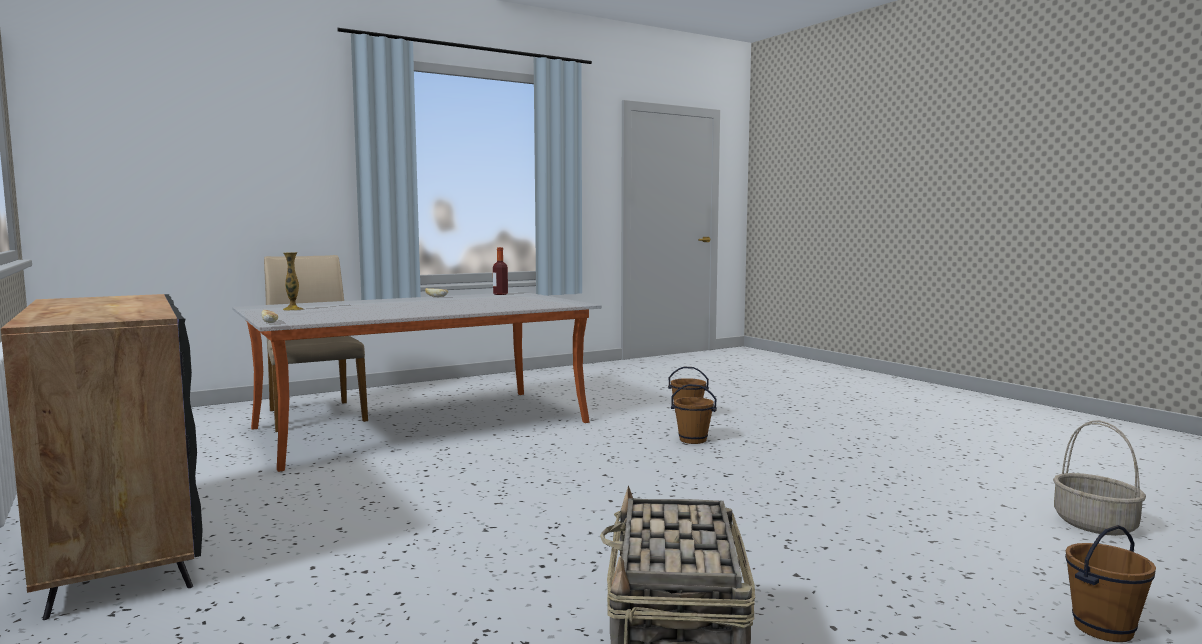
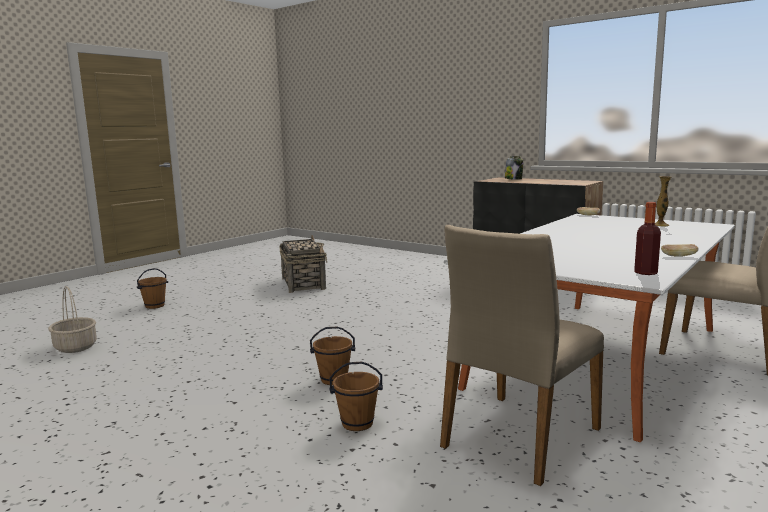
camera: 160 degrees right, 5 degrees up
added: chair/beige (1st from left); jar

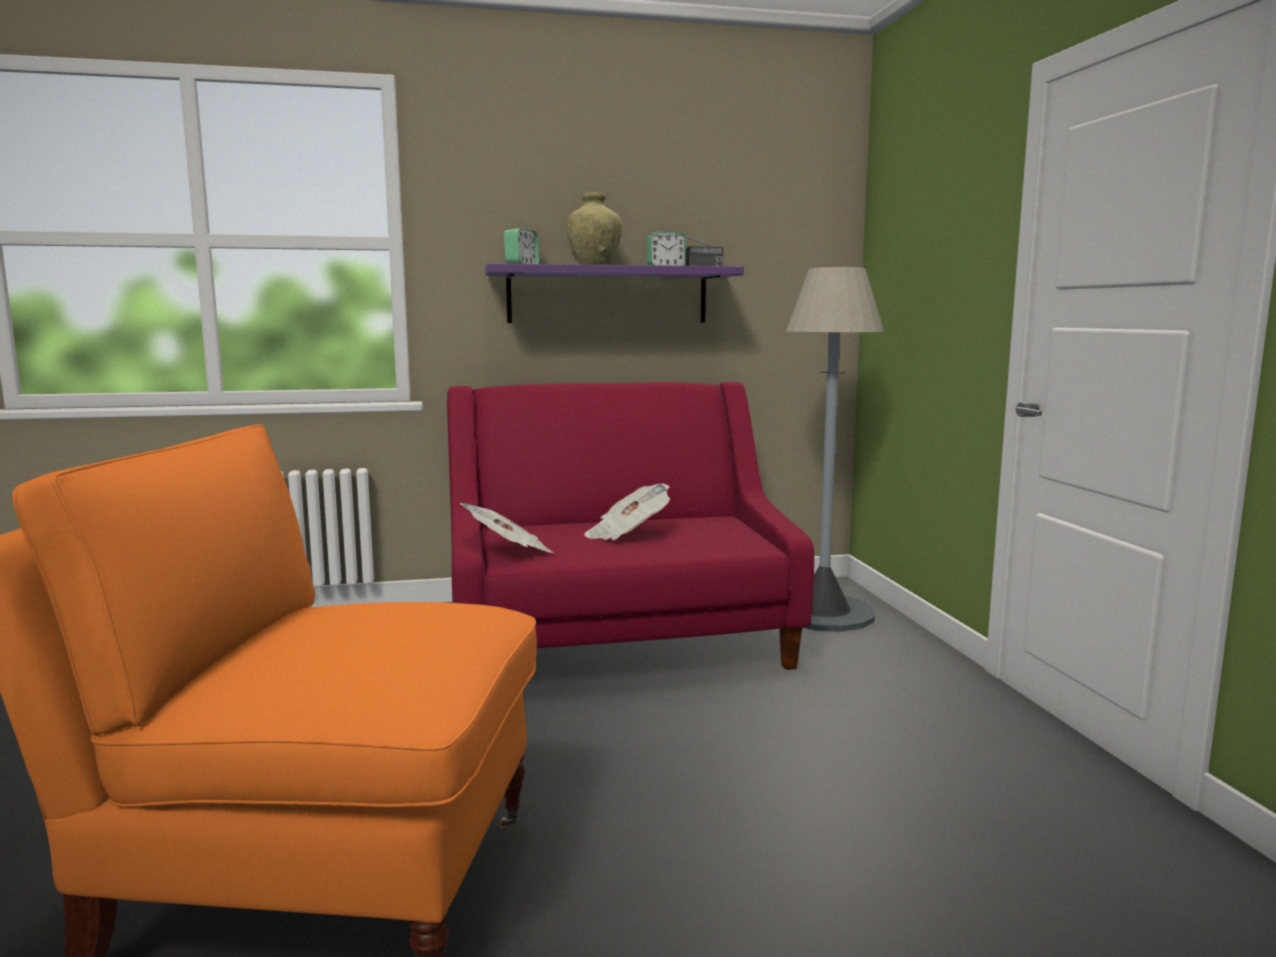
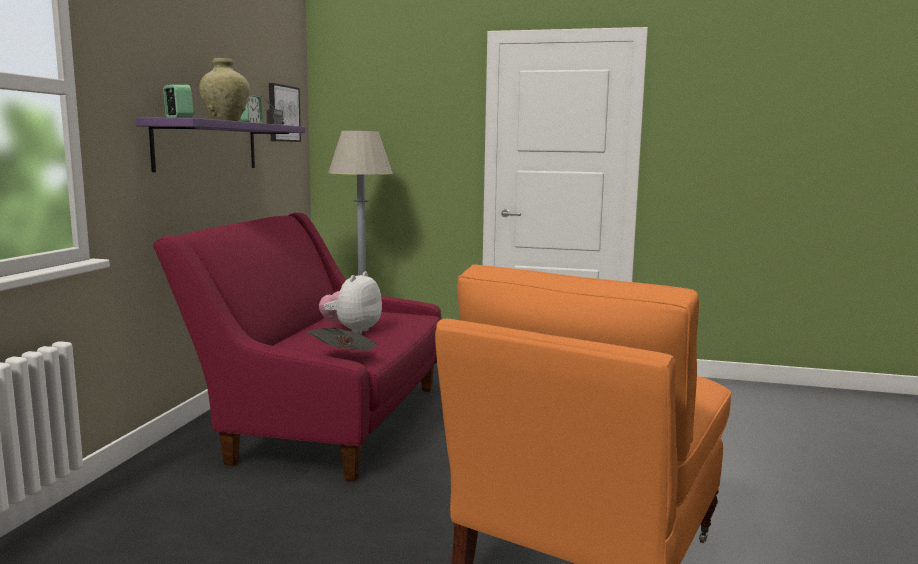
camera: 65 degrees left, 0 degrees up
added: picture
replaced: newspaper (2nd from left) to plush toy

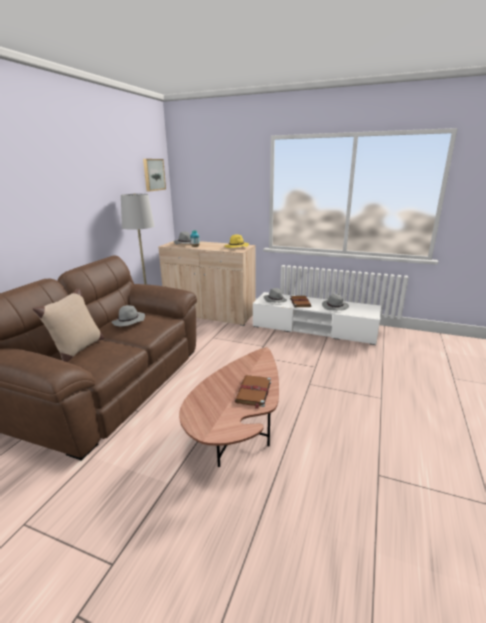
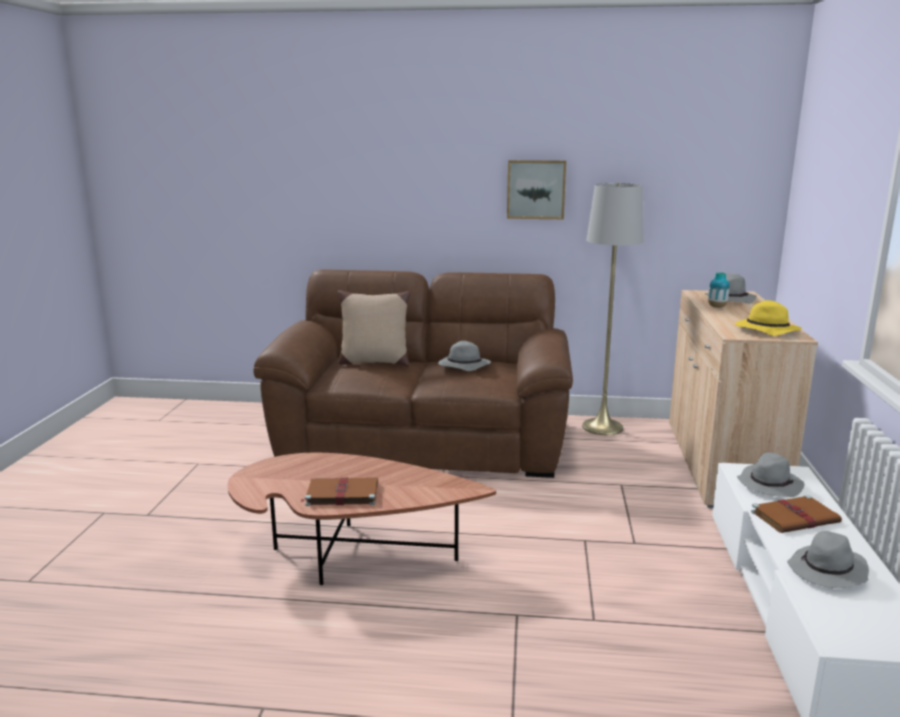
camera: 75 degrees right, 5 degrees down
moved: picture

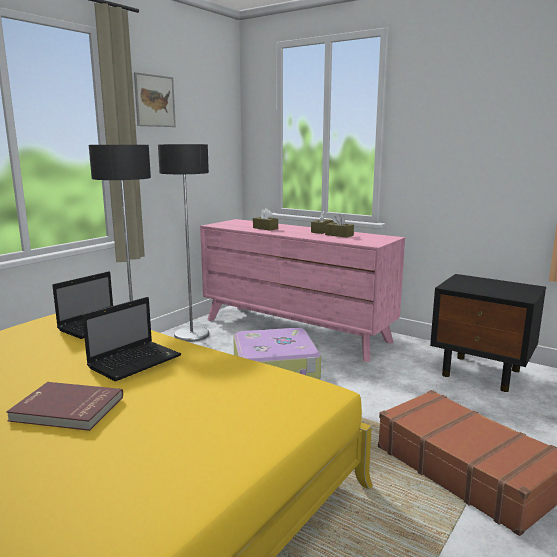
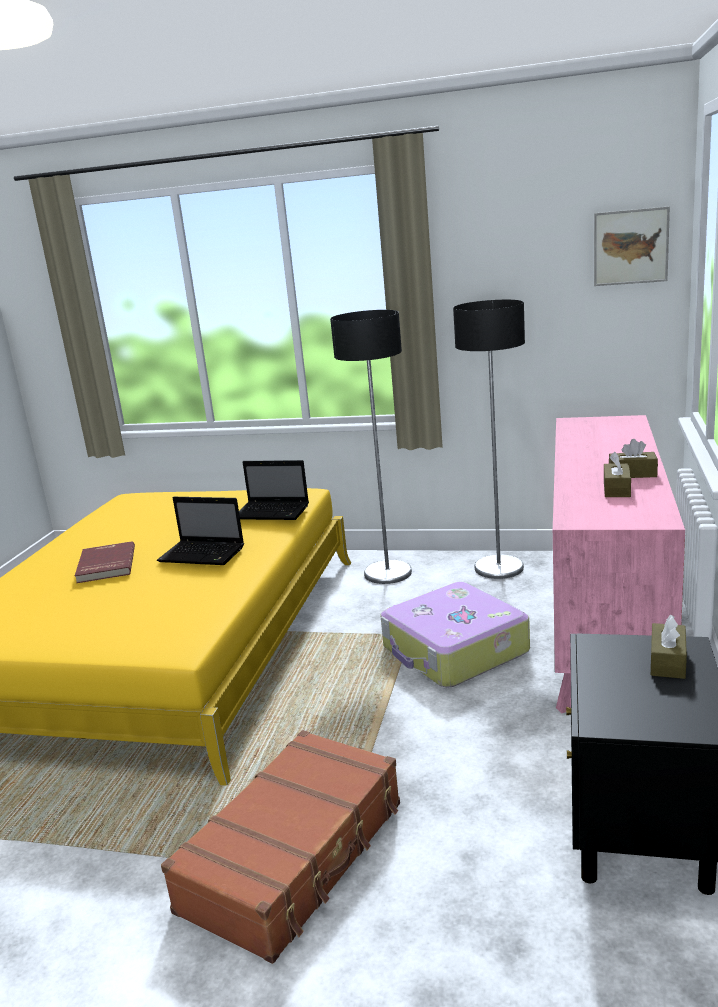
camera: 70 degrees right, 5 degrees up
moved: picture; tissue box/brown (1st from left in the first image) to tissue box/brown (3rd from left)

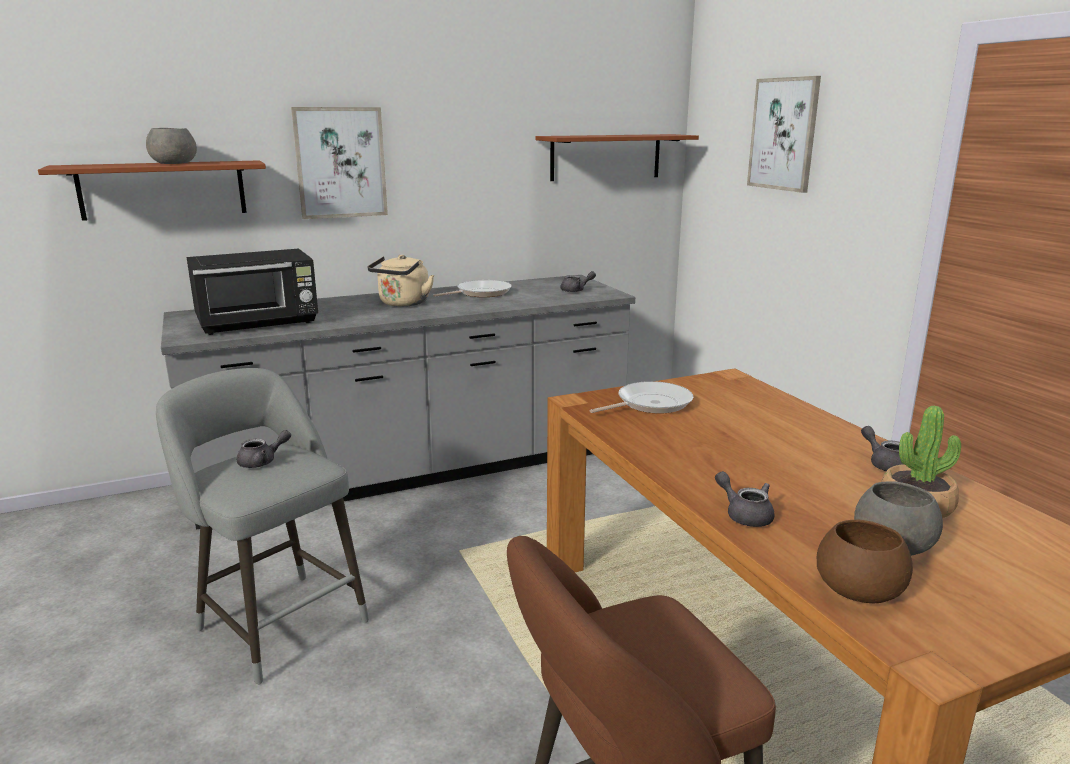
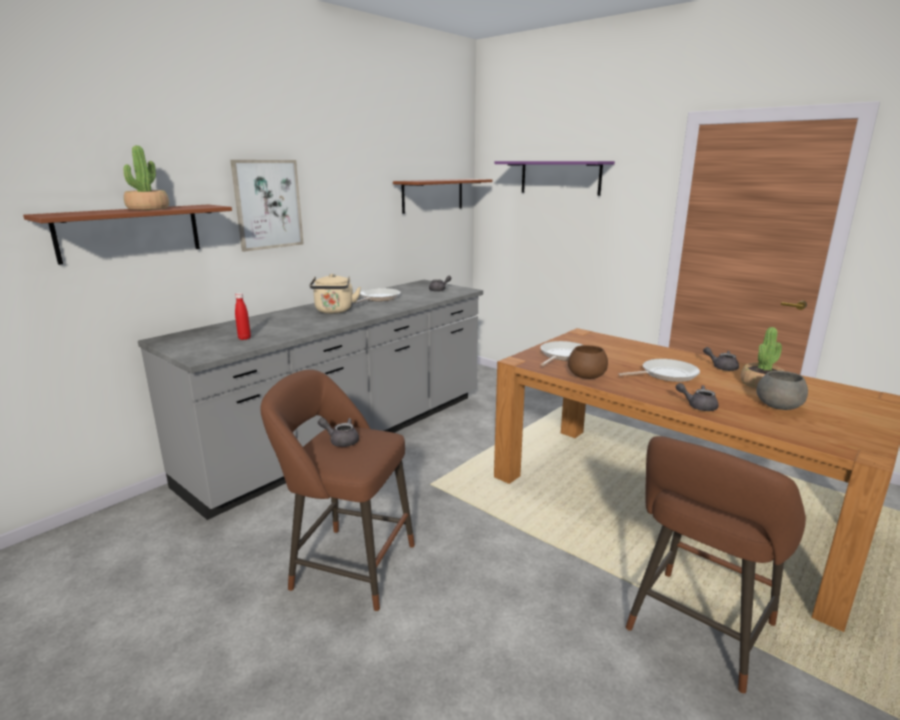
camera: 25 degrees left, 0 degrees up
added: frying pan (3rd from left)
moved: bowl/brown
replaced: bowl/grey (1st from left) to potted plant (1st from left); microwave/black to bottle/red; picture (2nd from left) to shelf/purple
recoloured: stool/grey to stool/brown (1st from left)
turned: teapot/grey (1st from left) 105 degrees counterclockwise

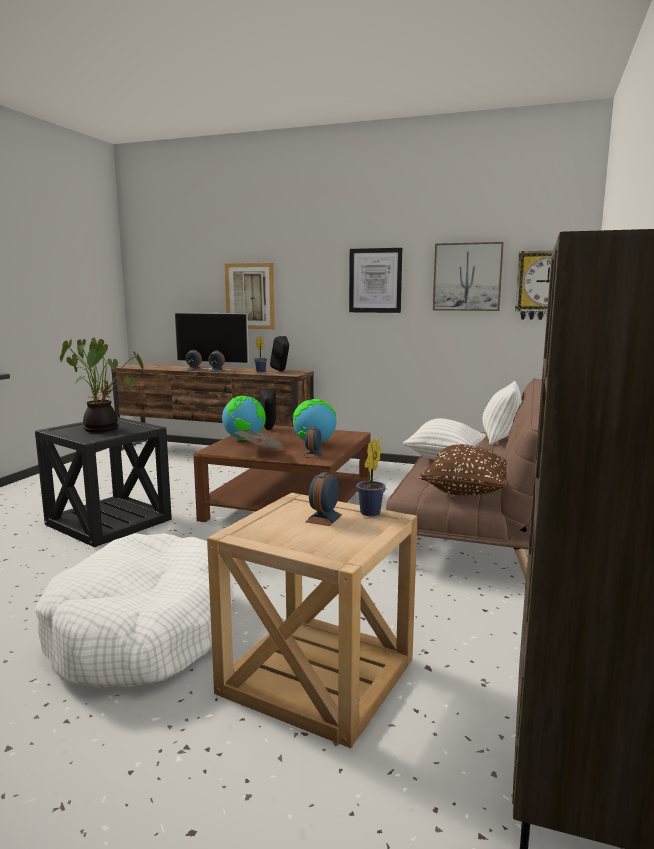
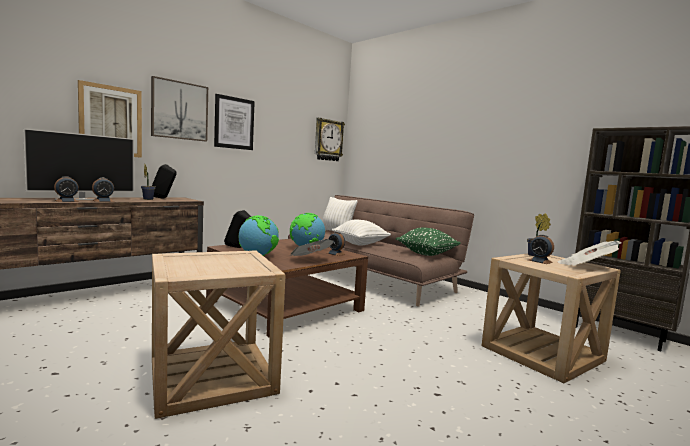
camera: 65 degrees left, 5 degrees down
removed: dog bed/white; potted plant (1st from left)
added: newspaper (2nd from left)
moved: picture (3rd from left in the first image) to picture (2nd from left)
recoloured: side table/black to side table/beige (1st from left); pillow/brown to pillow/green

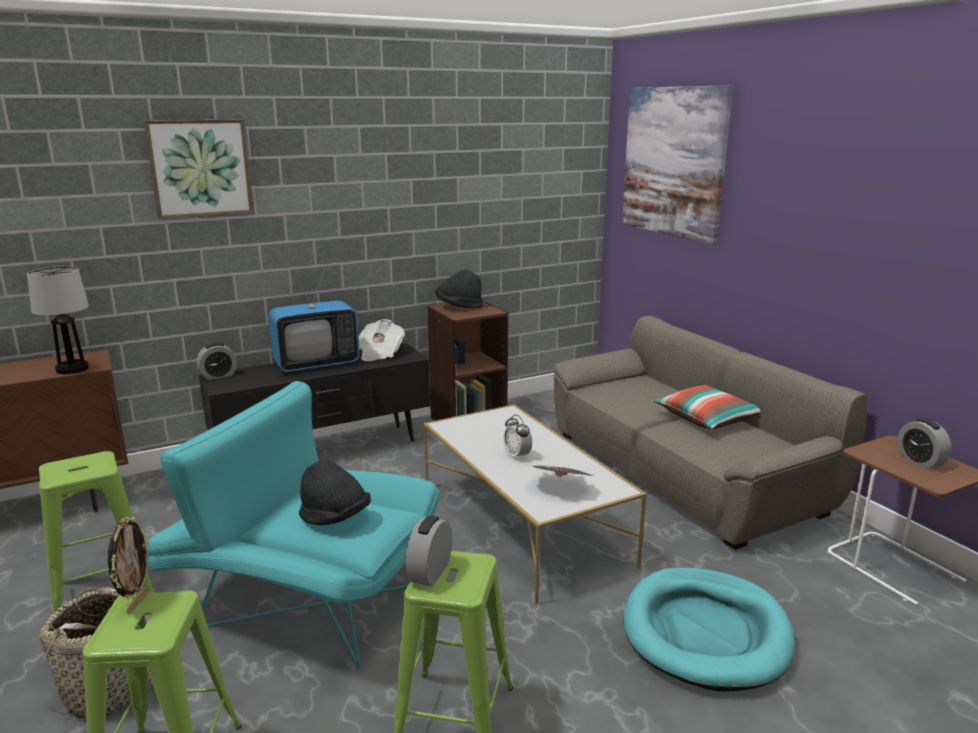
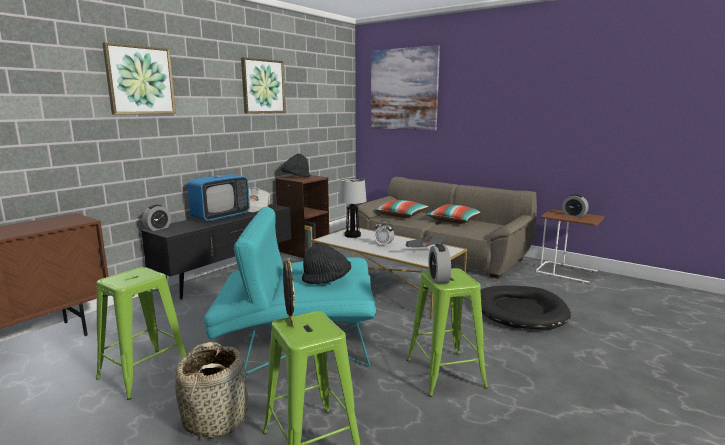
camera: 25 degrees left, 5 degrees down
added: picture (2nd from left); pillow (1st from left)
moved: table lamp
recoloured: dog bed/turquoise to dog bed/black

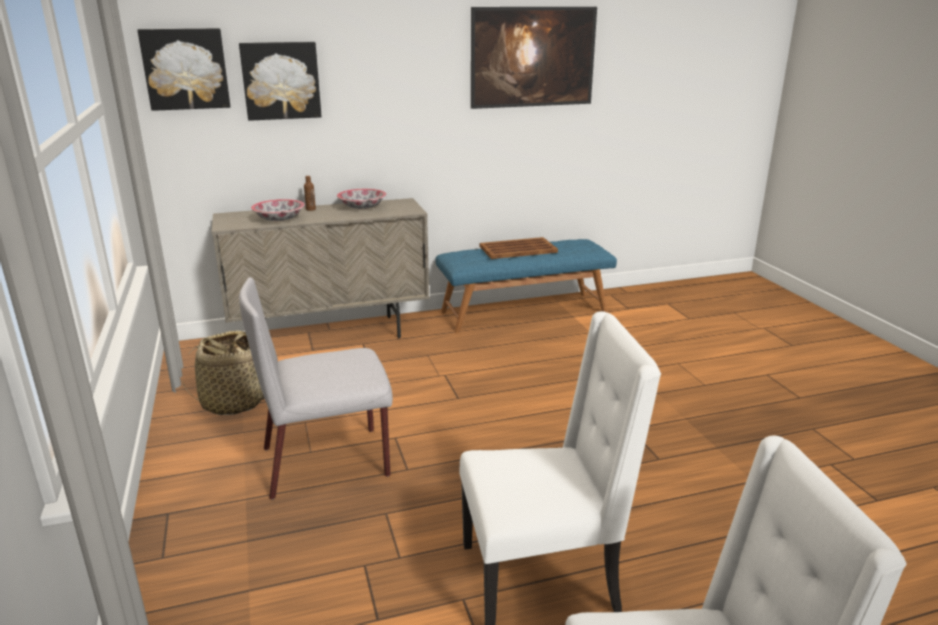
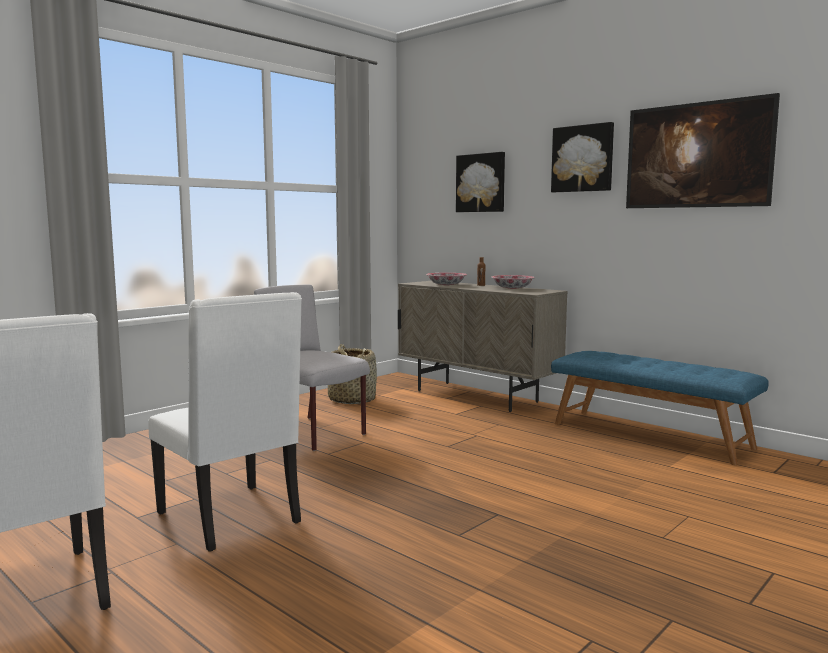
camera: 60 degrees right, 15 degrees down
removed: tray/brown
moved: picture (1st from left in the first image) to picture (2nd from left)

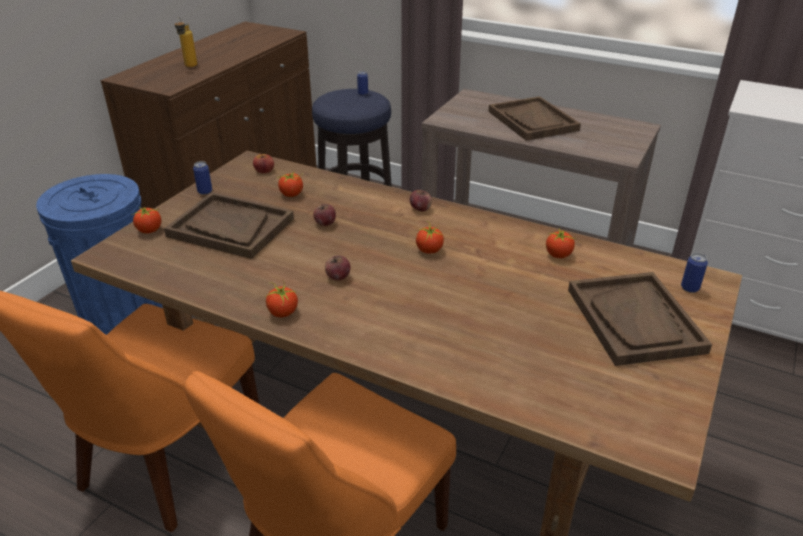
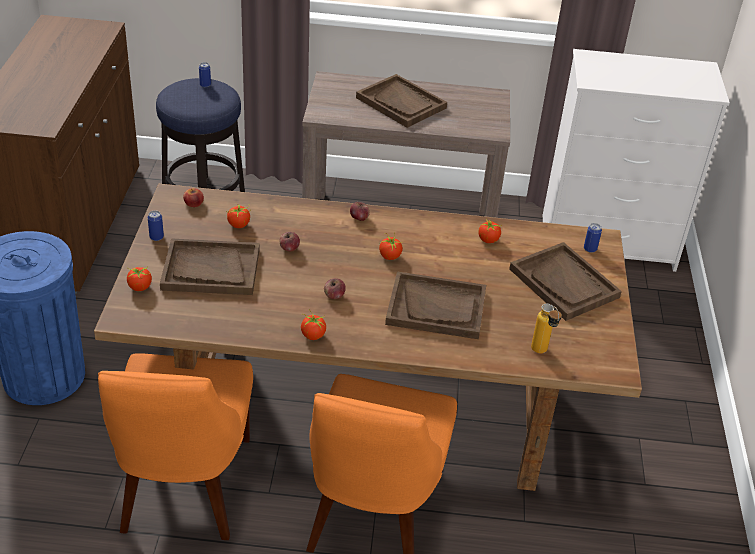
camera: 25 degrees left, 5 degrees up
added: tray/brown (3rd from left)
moved: bottle

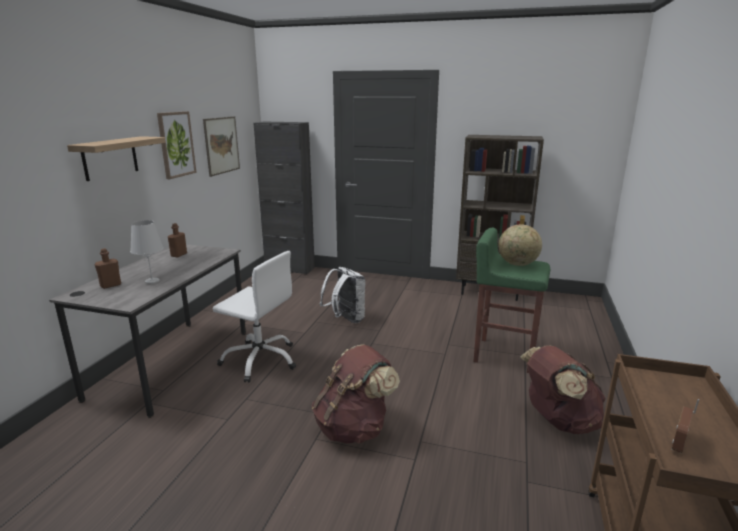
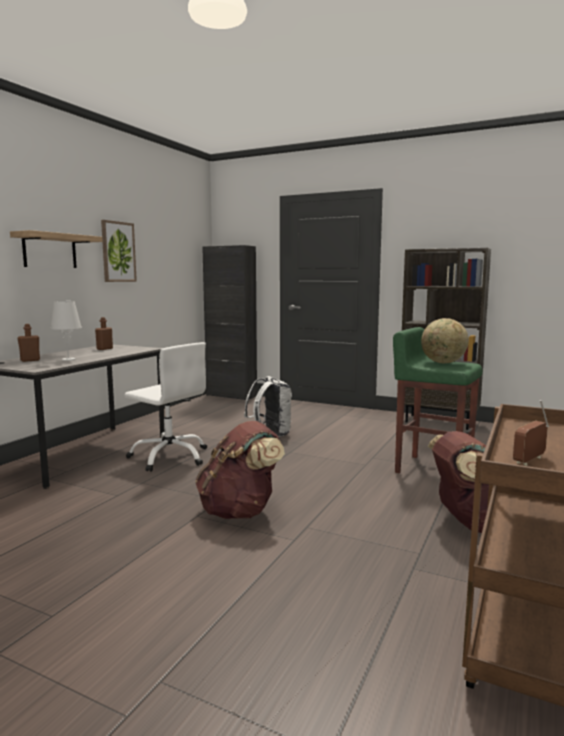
camera: 10 degrees right, 10 degrees down
removed: picture (2nd from left)

